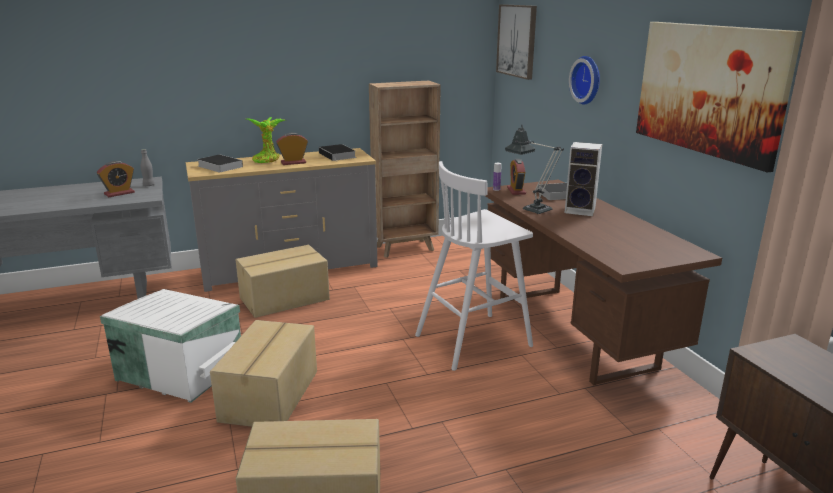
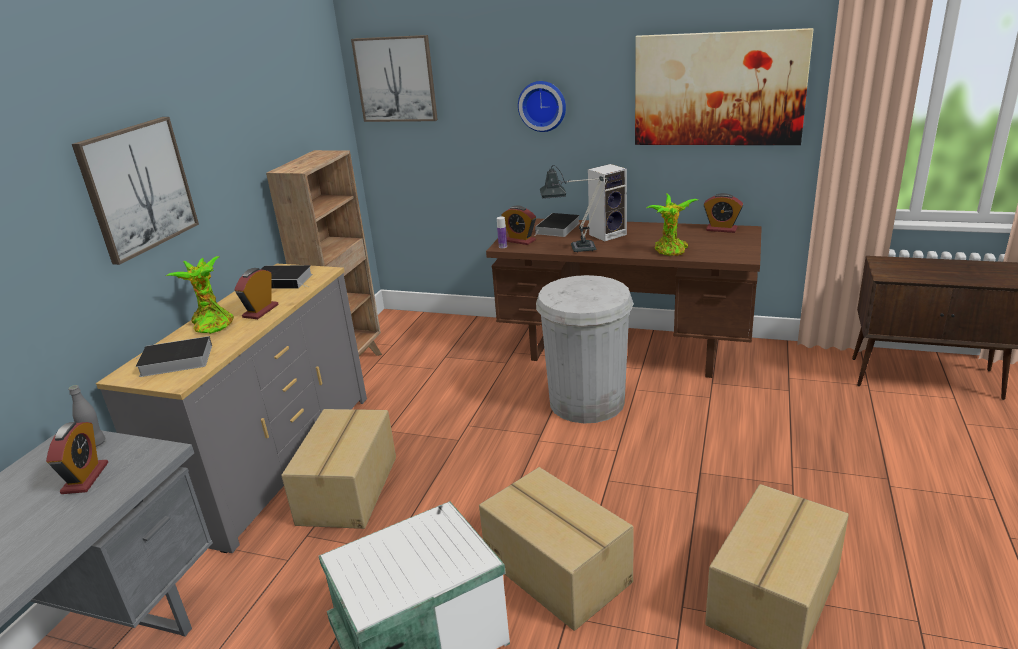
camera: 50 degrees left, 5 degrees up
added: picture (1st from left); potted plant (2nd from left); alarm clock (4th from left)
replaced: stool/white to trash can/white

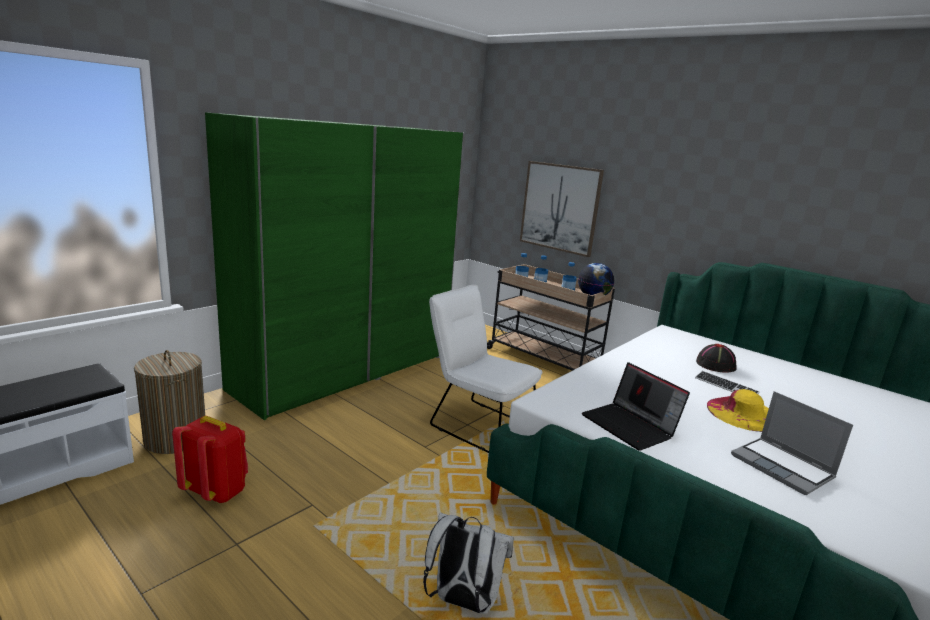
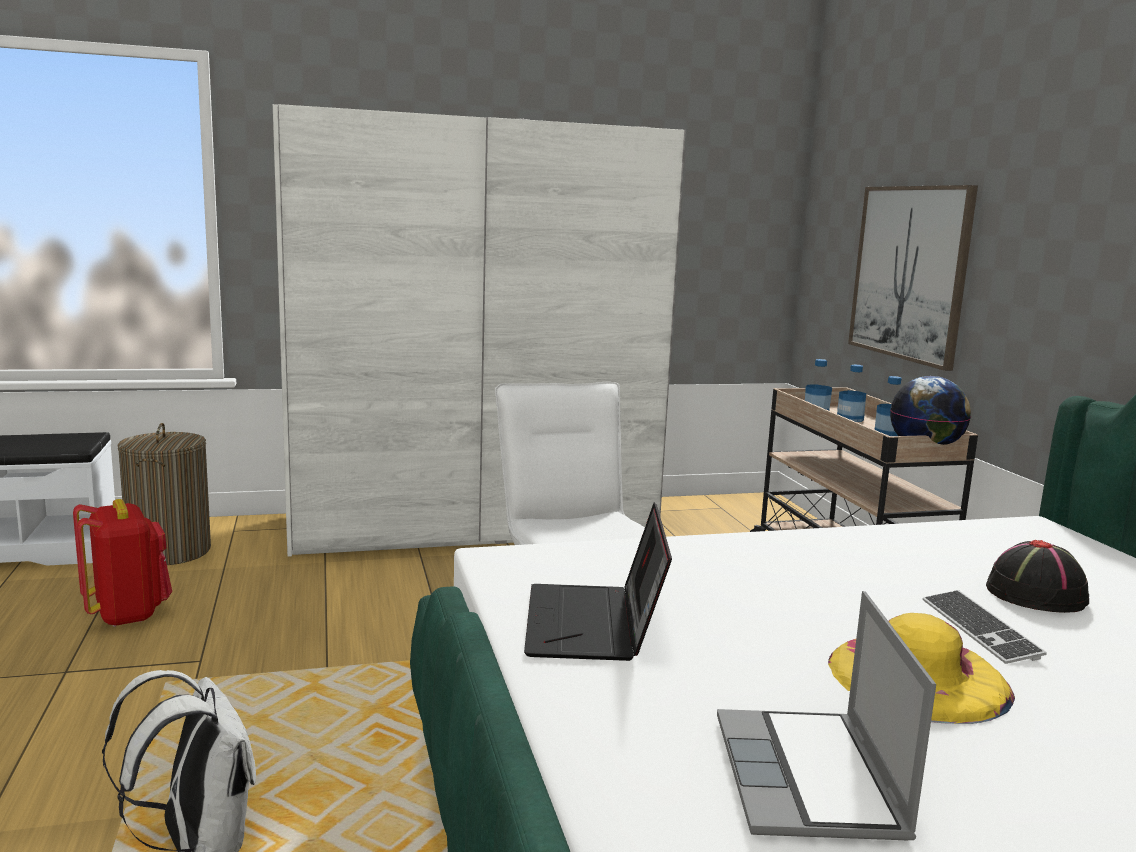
camera: 35 degrees right, 5 degrees down
recoloured: wardrobe/green to wardrobe/white

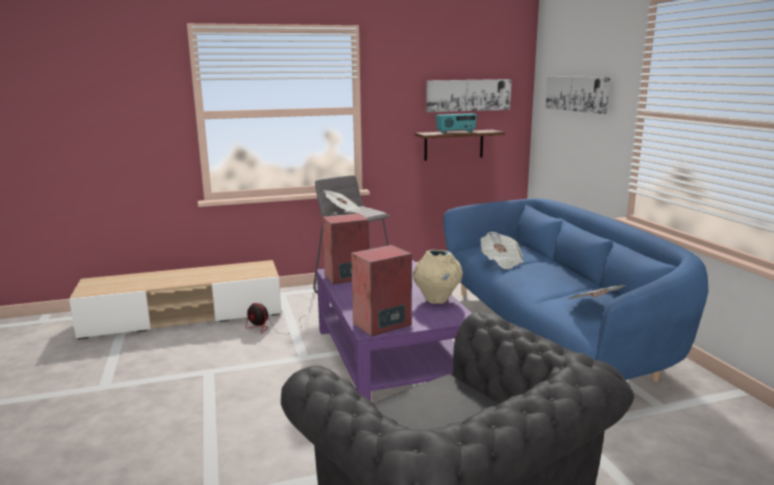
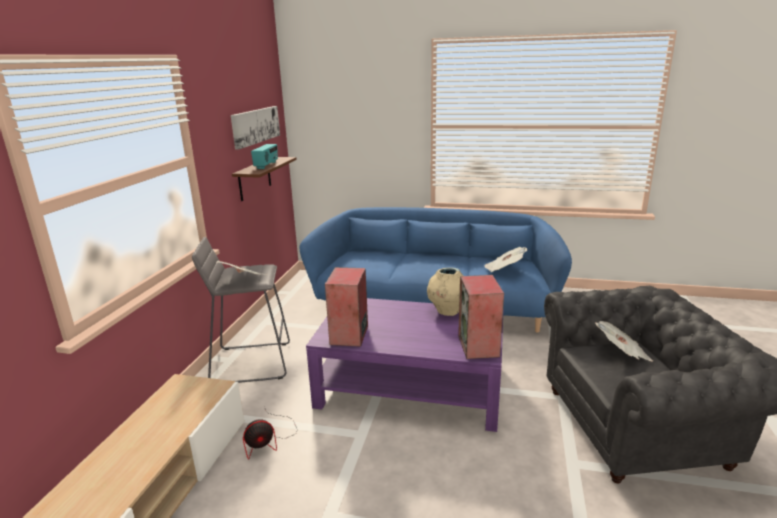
camera: 60 degrees left, 5 degrees up
removed: picture (2nd from left)
moved: newspaper (2nd from left in the first image) to newspaper (3rd from left)

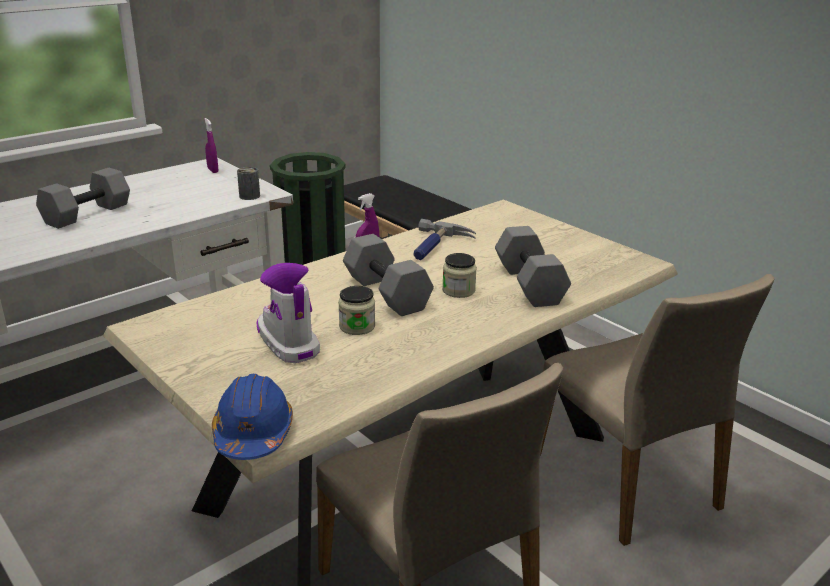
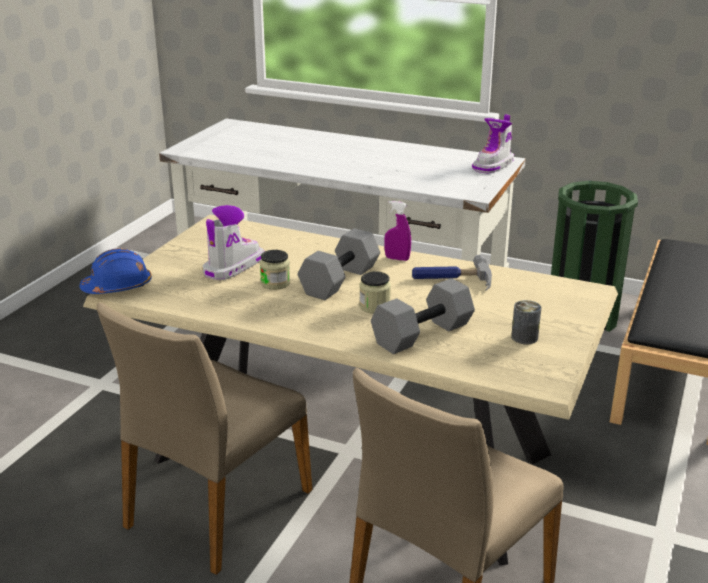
camera: 65 degrees right, 0 degrees up
removed: dumbbell/grey (1st from left)
moved: can
replaced: spray bottle/purple (1st from left) to boot (2nd from left)

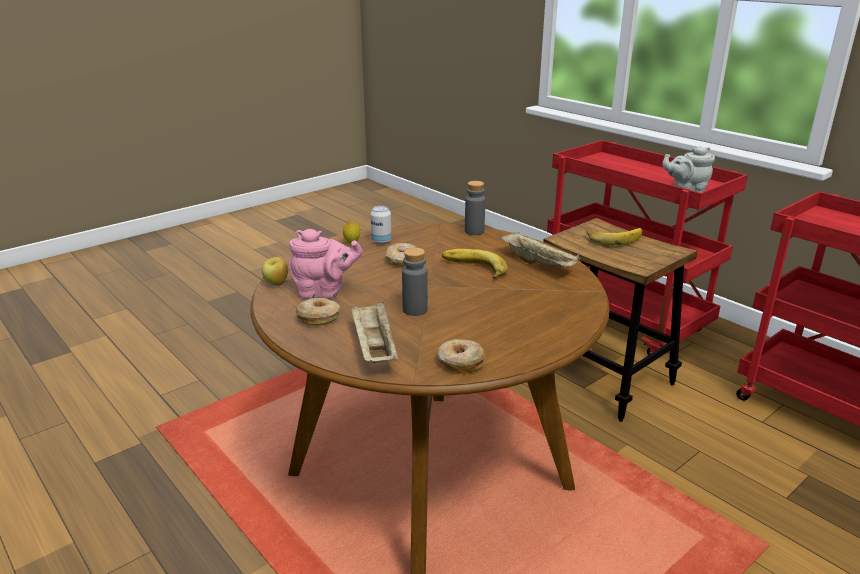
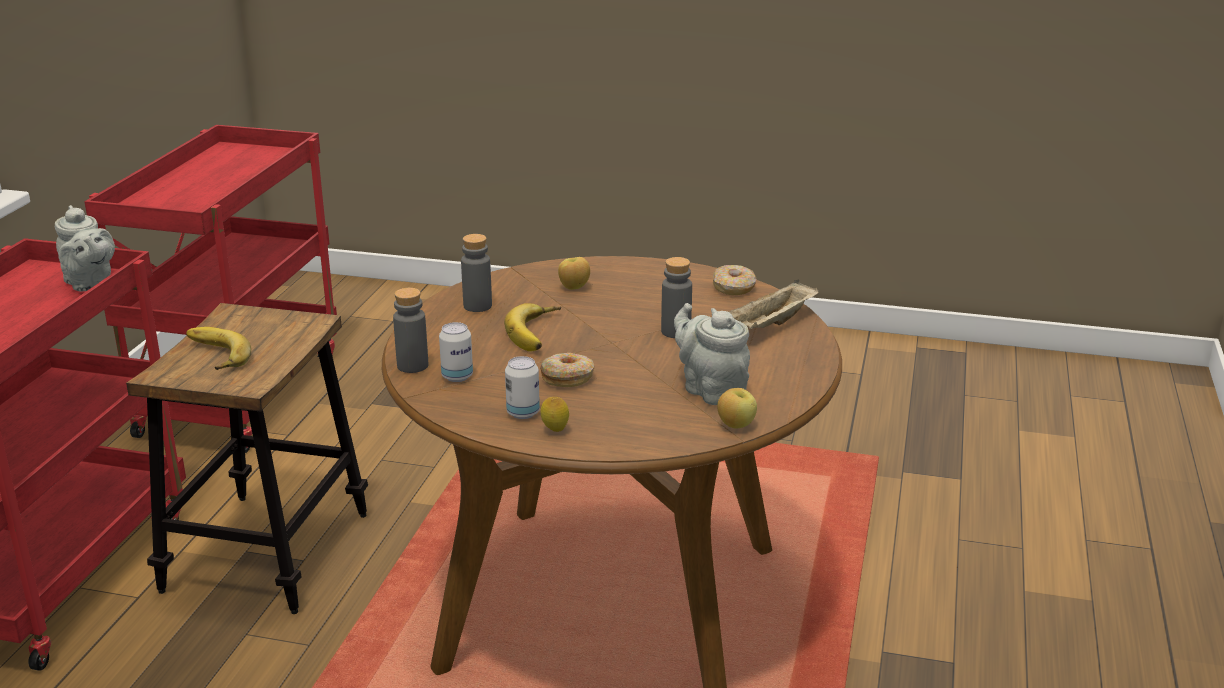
camera: 125 degrees left, 0 degrees up
removed: donut (1st from left)
added: can (1st from left); apple (1st from left)
replaced: tray/beige (2nd from left) to bottle/grey (2nd from left)
recoloured: teapot/pink to teapot/grey (2nd from left)

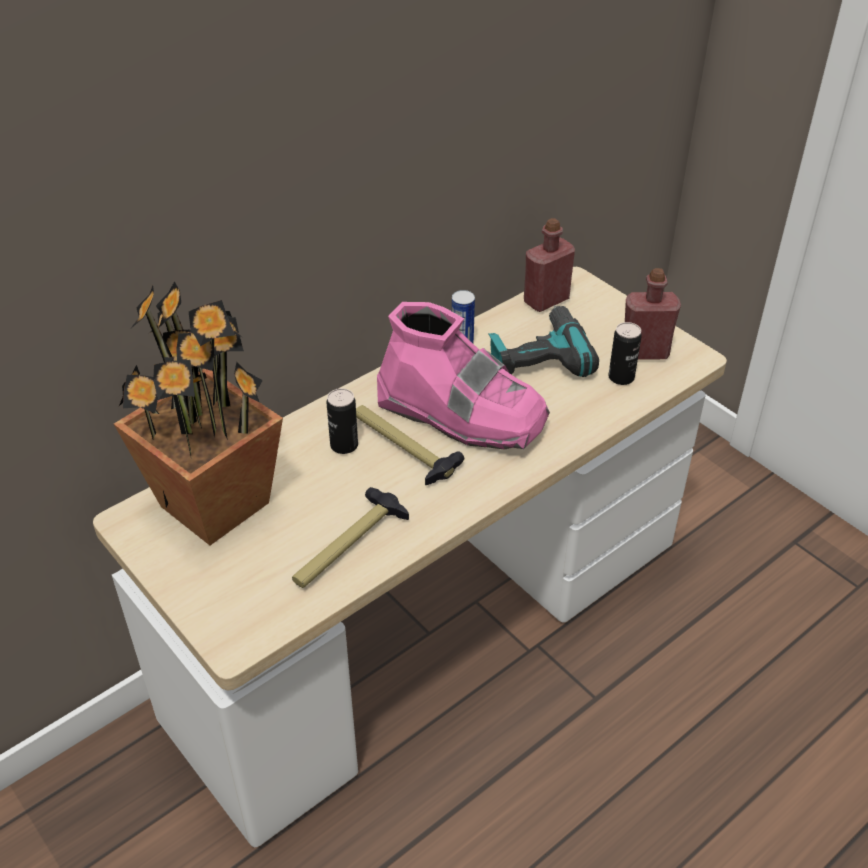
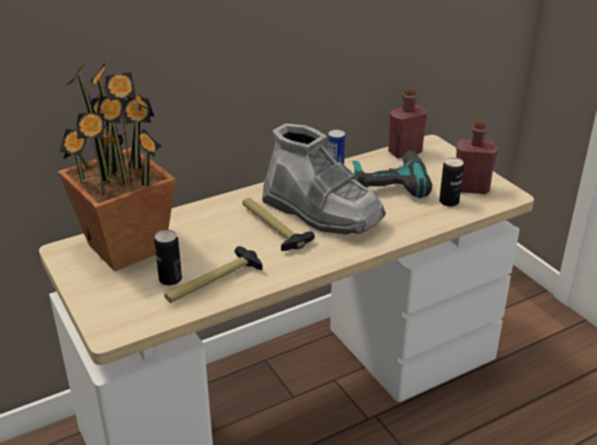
camera: 10 degrees right, 10 degrees down
moved: can (1st from left)
recoloured: boot/pink to boot/grey

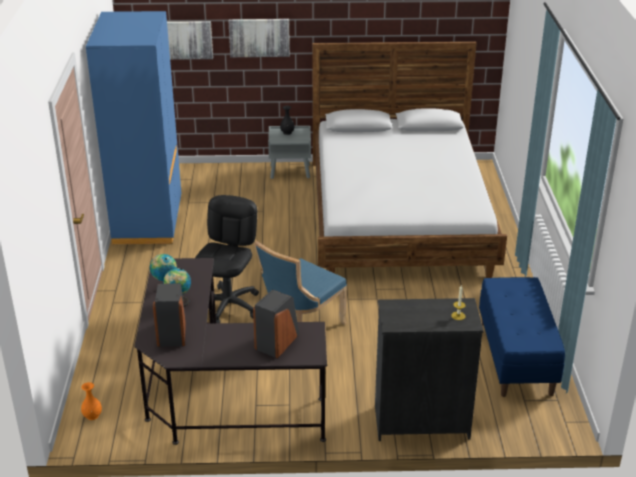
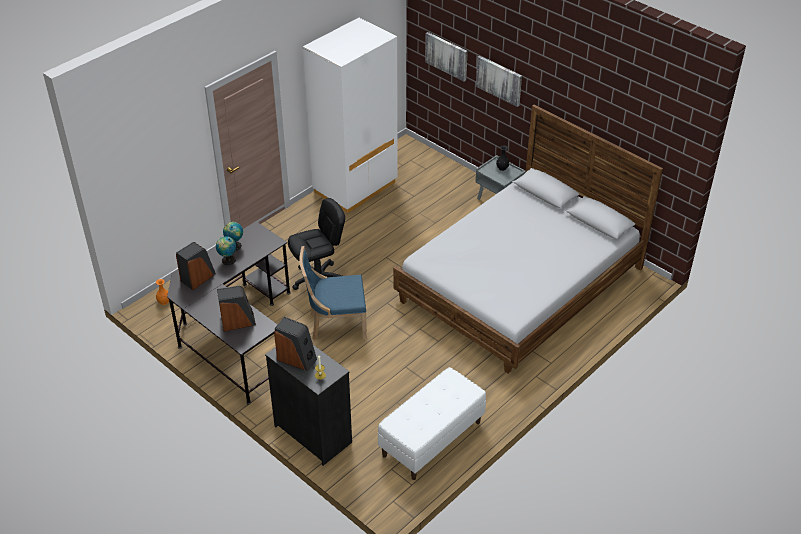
camera: 45 degrees right, 10 degrees up
added: speaker (3rd from left)
recoloured: wardrobe/blue to wardrobe/white; bench/blue to bench/white

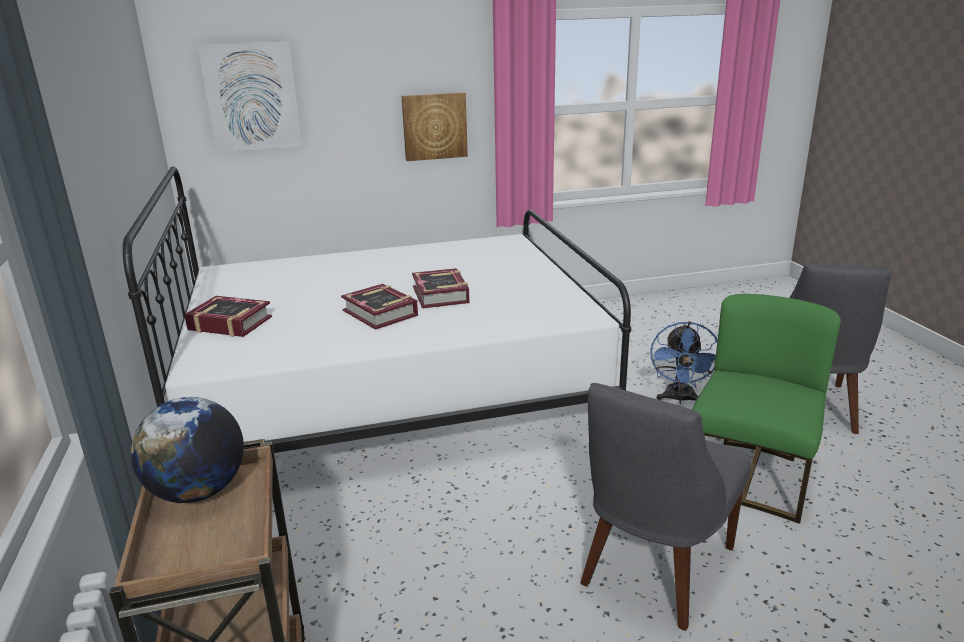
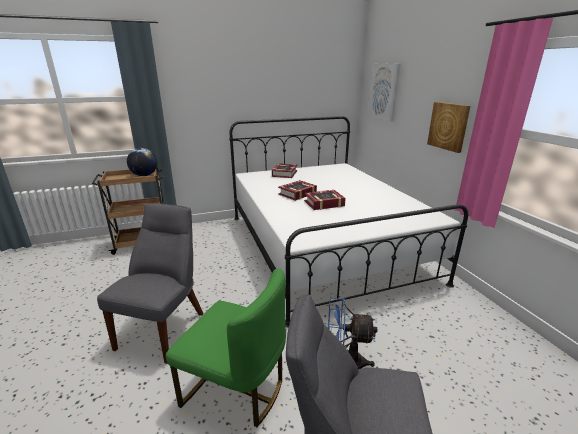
camera: 85 degrees right, 0 degrees up
turned: chair/grey (1st from left) 75 degrees clockwise

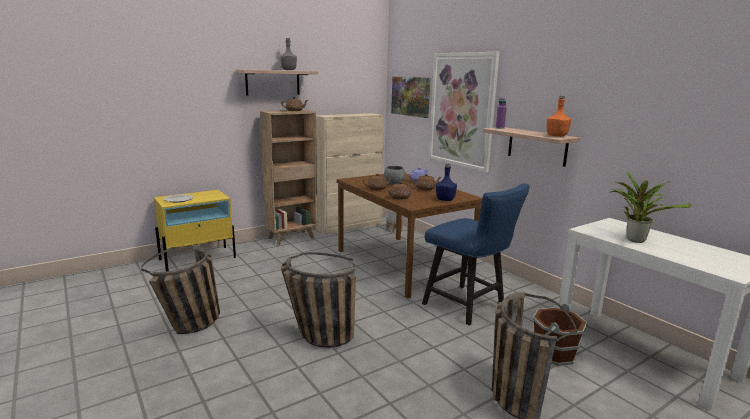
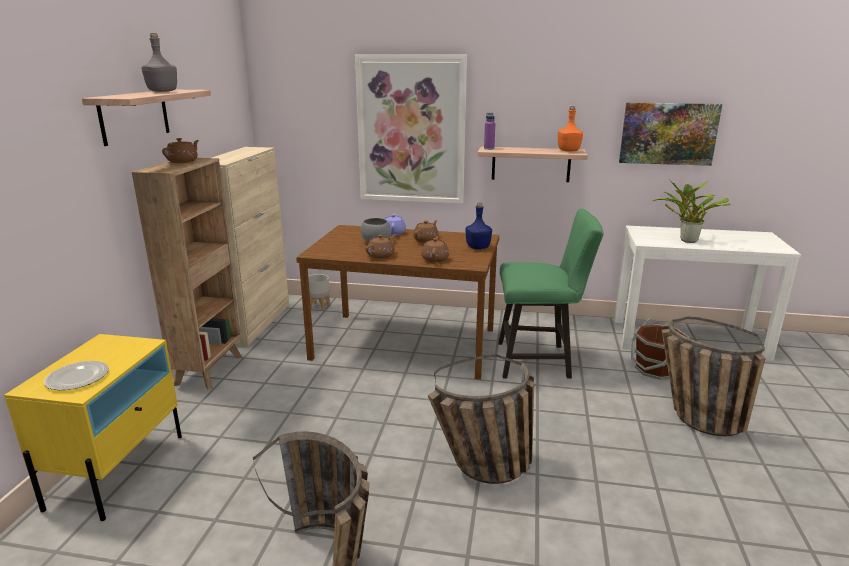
camera: 45 degrees left, 5 degrees up
moved: picture (1st from left in the first image) to picture (2nd from left)
recoloured: chair/blue to chair/green

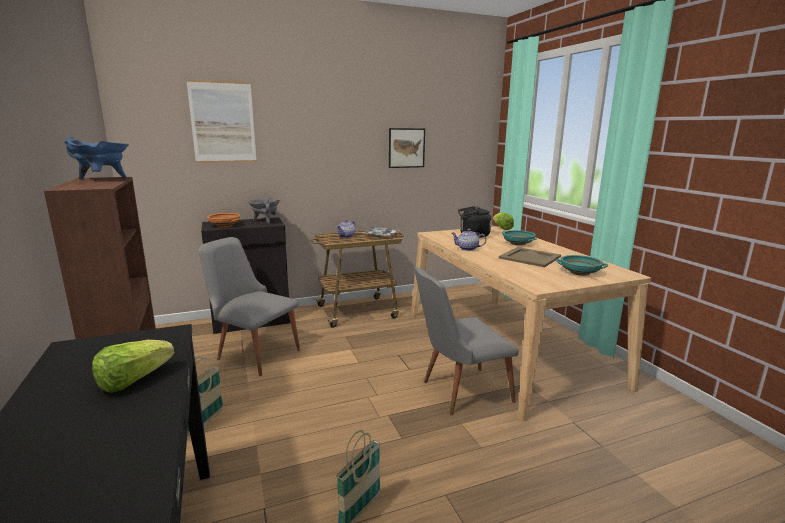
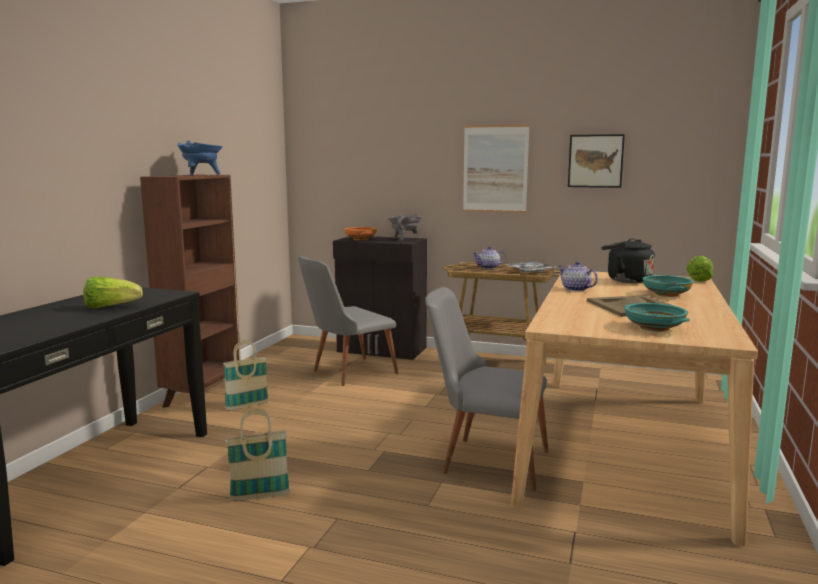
camera: 40 degrees right, 5 degrees down
moved: picture (1st from left)
turned: chair/grey (1st from left) 105 degrees counterclockwise

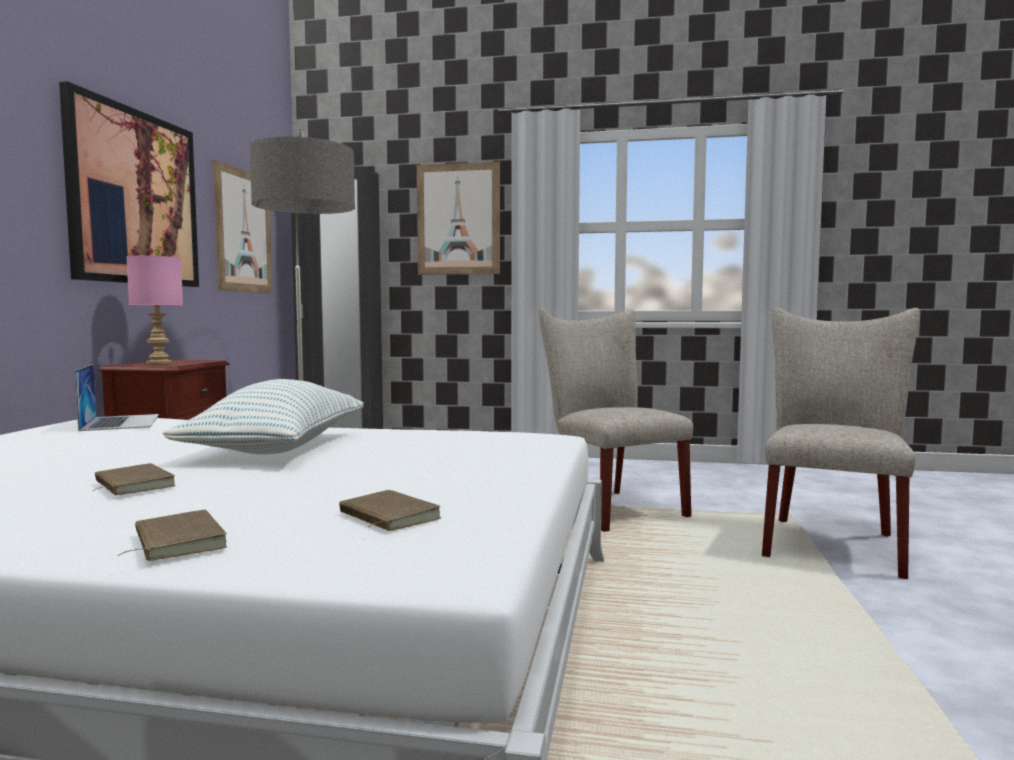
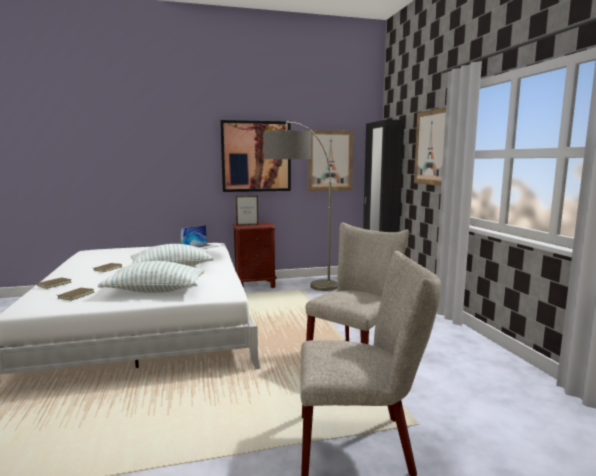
camera: 65 degrees right, 5 degrees up
added: pillow (1st from left)
replaced: table lamp/pink to picture frame

